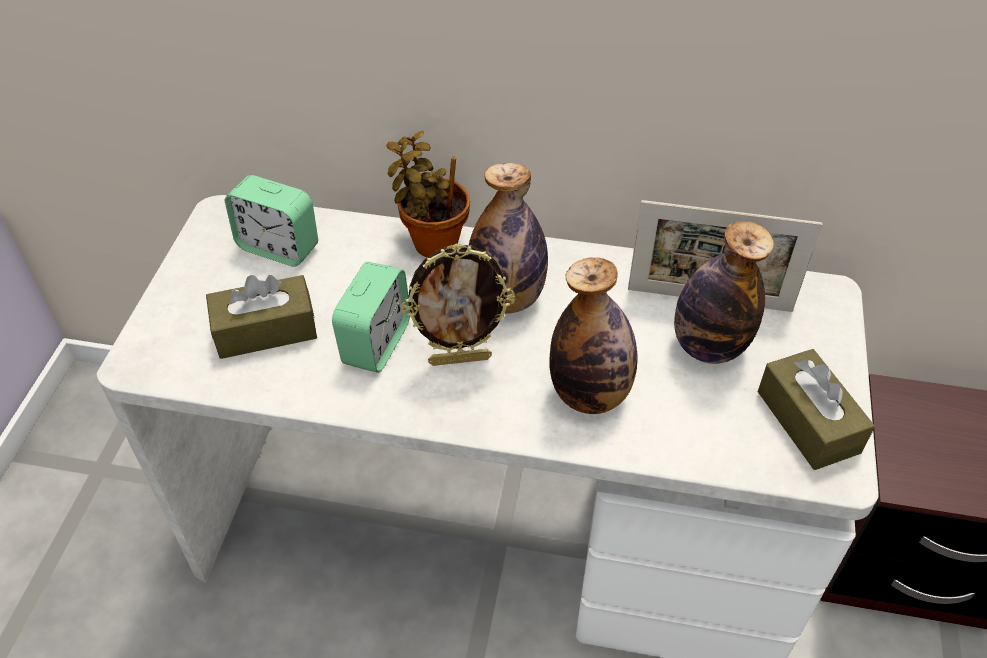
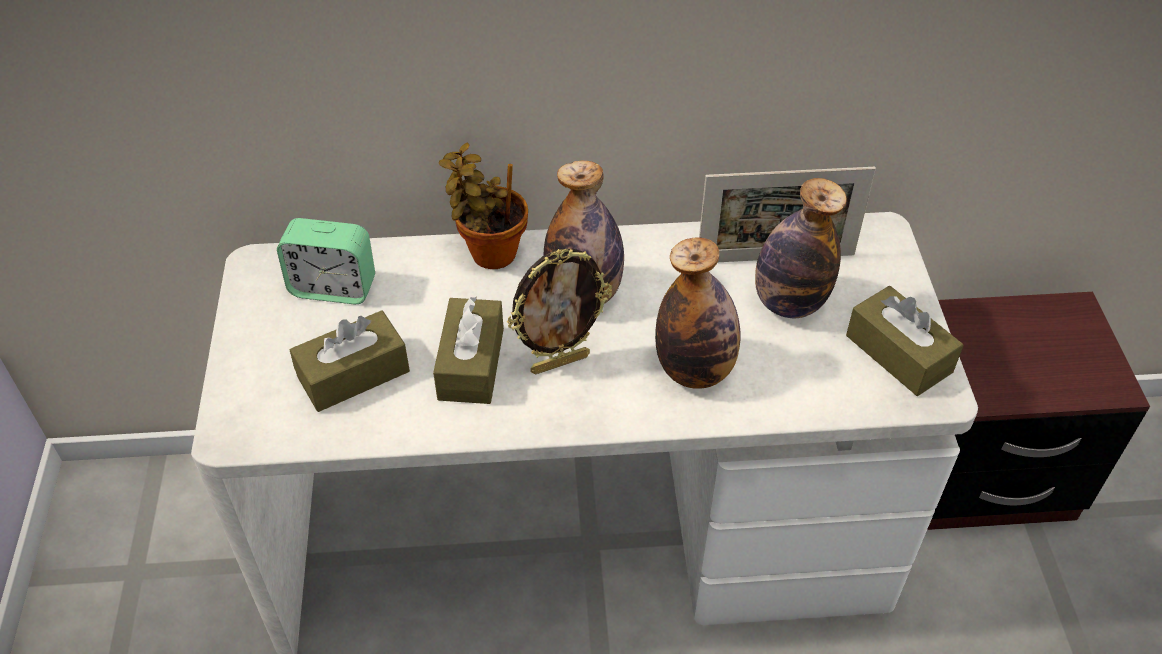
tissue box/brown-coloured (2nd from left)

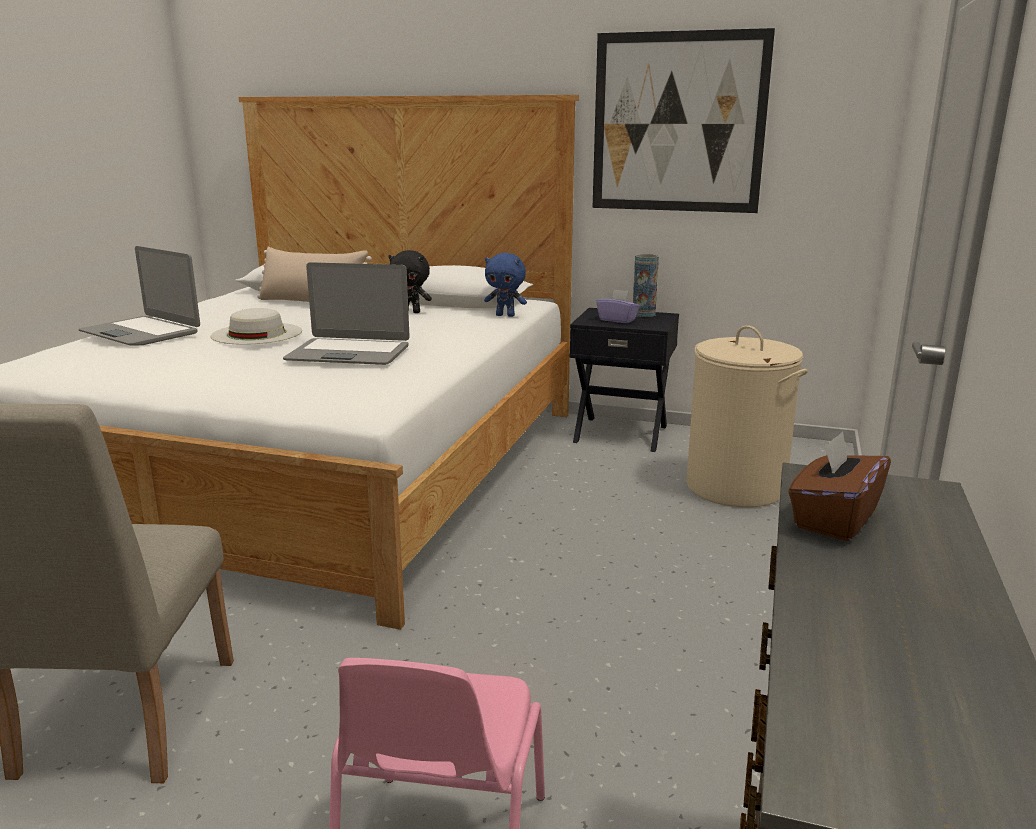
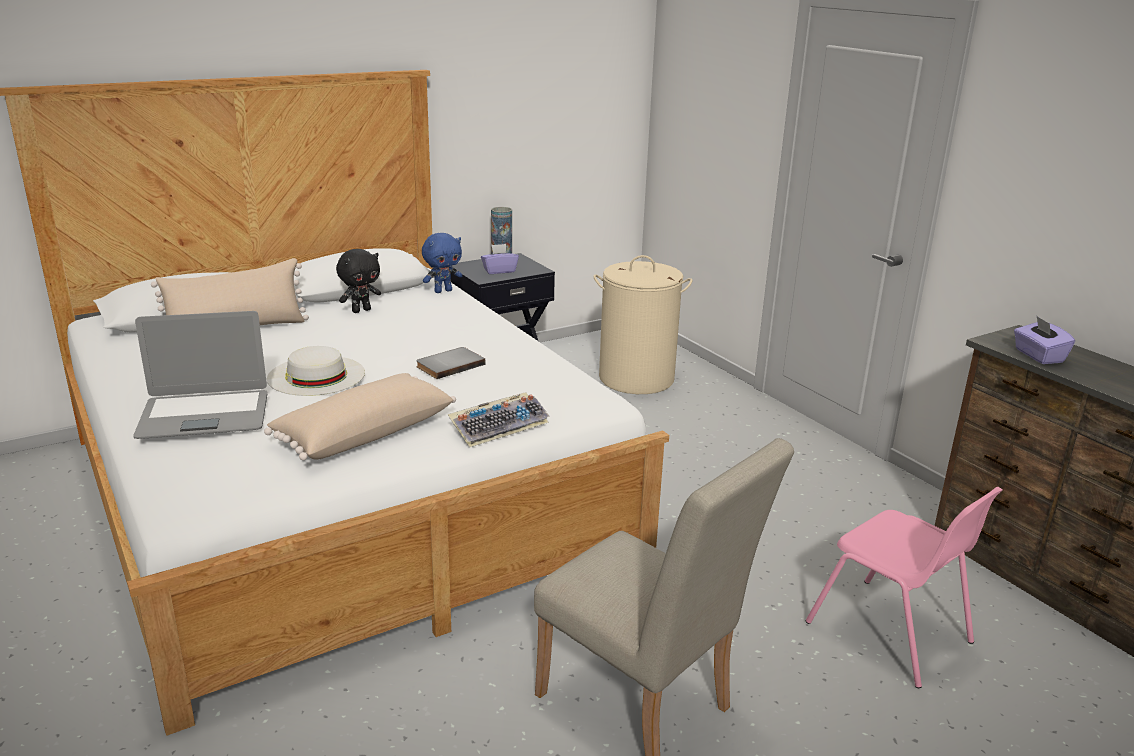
wall art
bound book/gray
tissue box/purplish (2nd from left)
pillow/sand-coloured (2nd from left)
keyboard

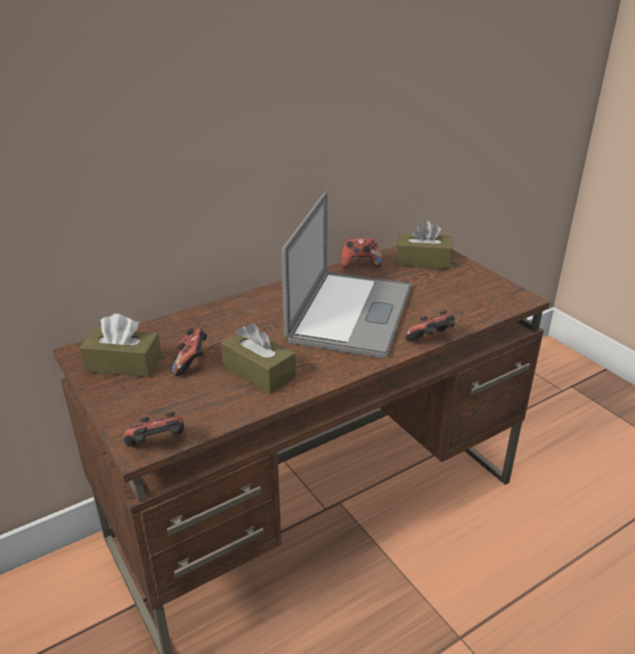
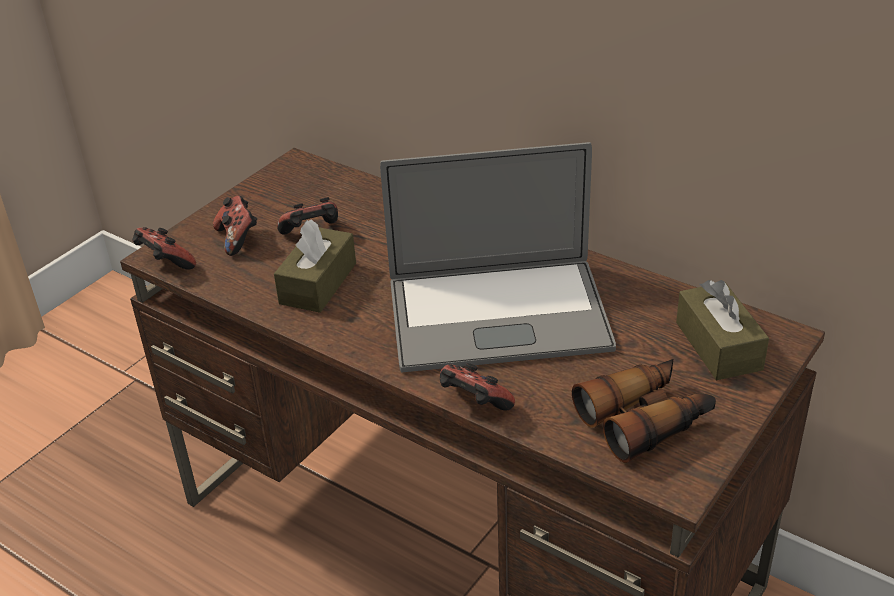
gamepad (2nd from left)
tissue box/brown-coloured (1st from left in the first image)
binoculars

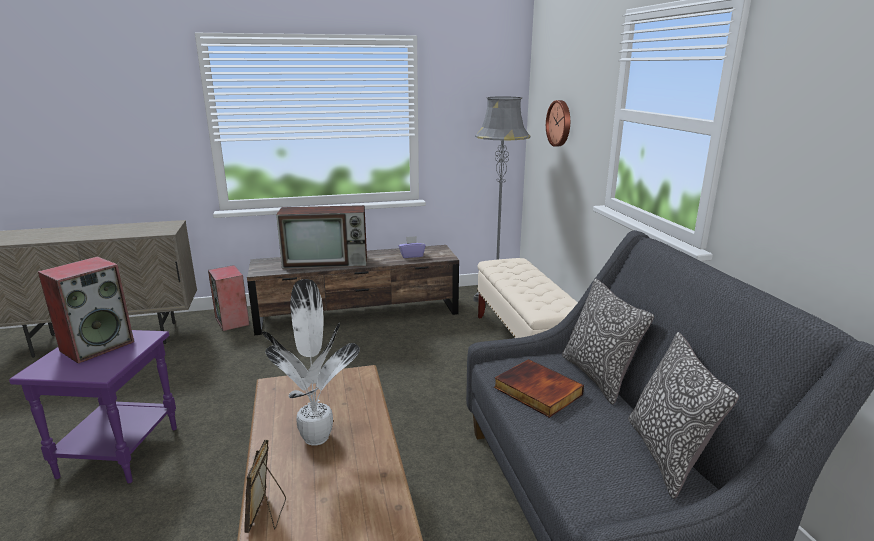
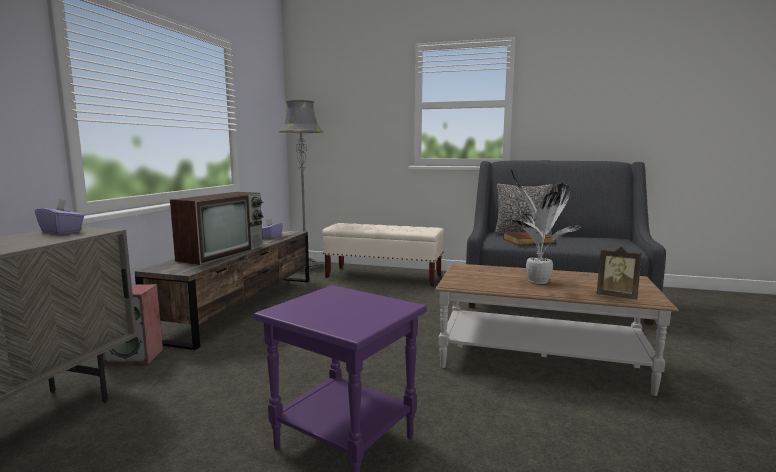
clock on the wall
speaker (1st from left in the first image)
pillow (2nd from left in the first image)
tissue box/purplish (1st from left)

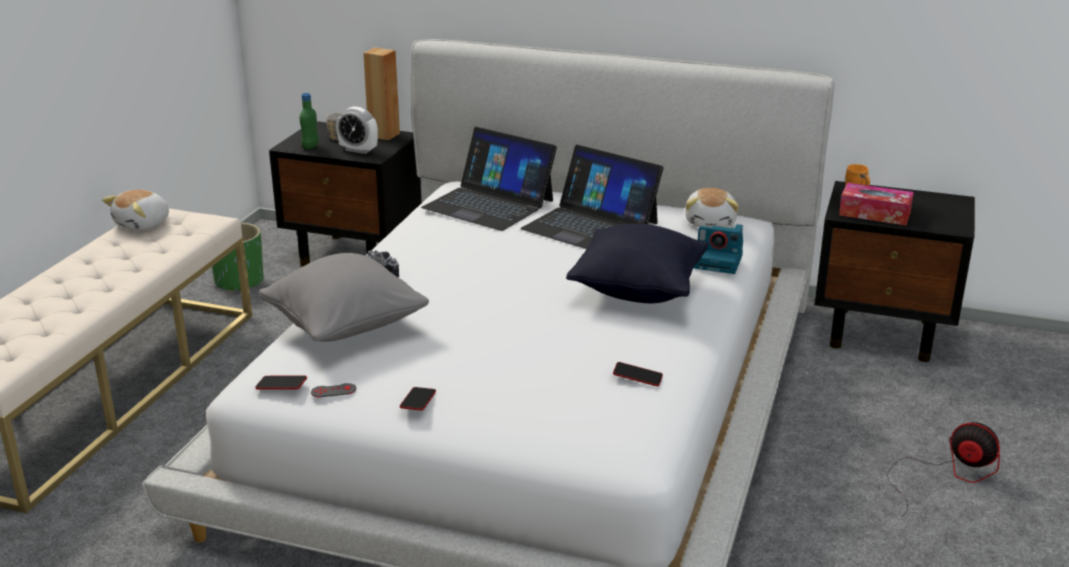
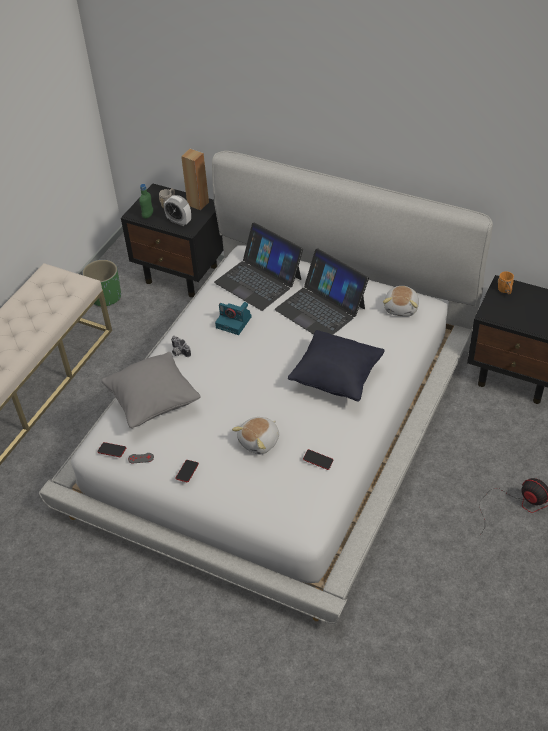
tissue box
soft toy (1st from left)
photo camera (2nd from left)

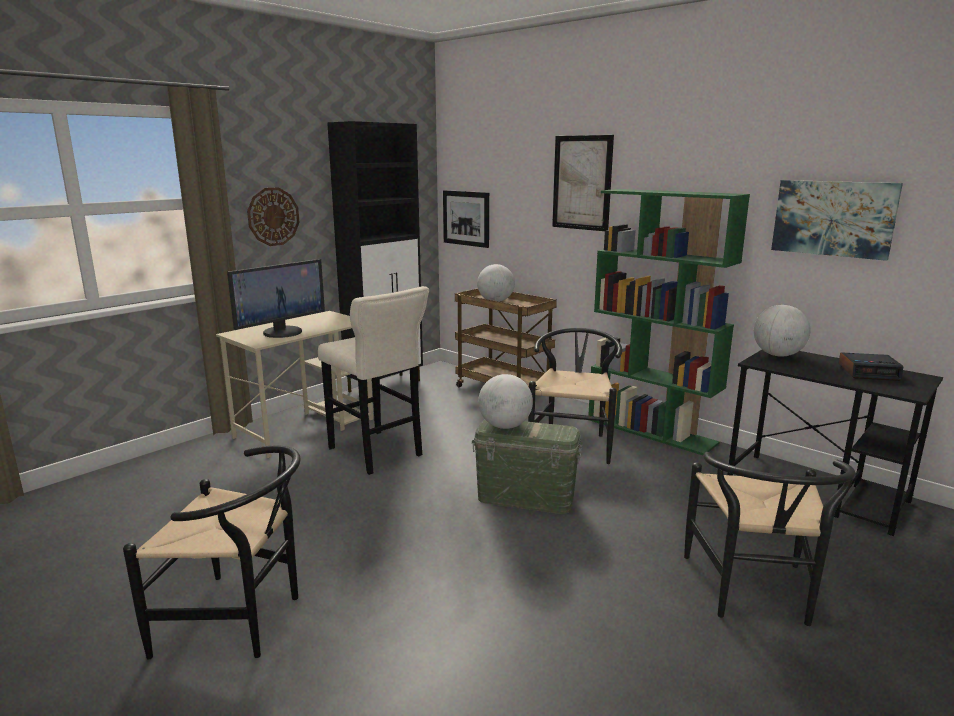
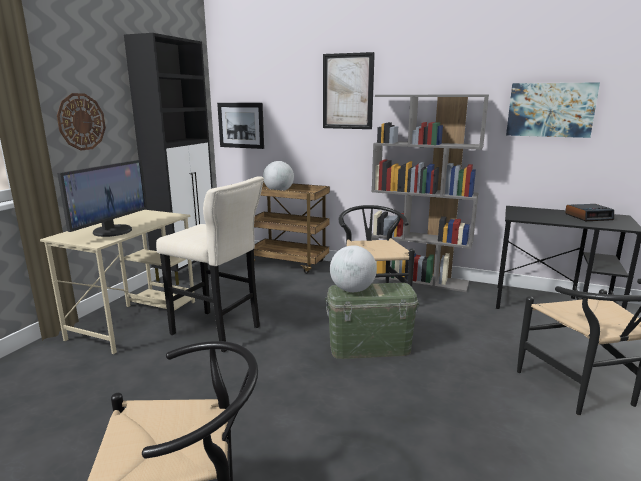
bookshelf/gray
globe (3rd from left in the first image)

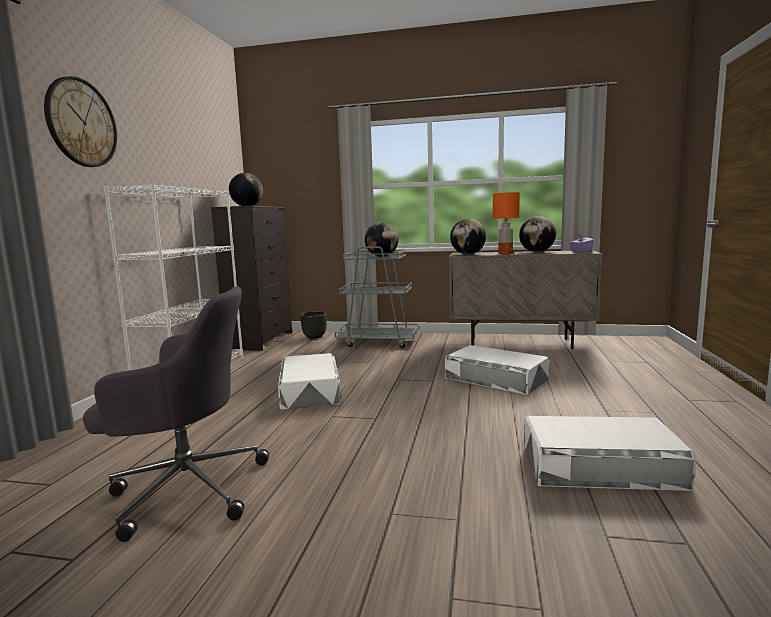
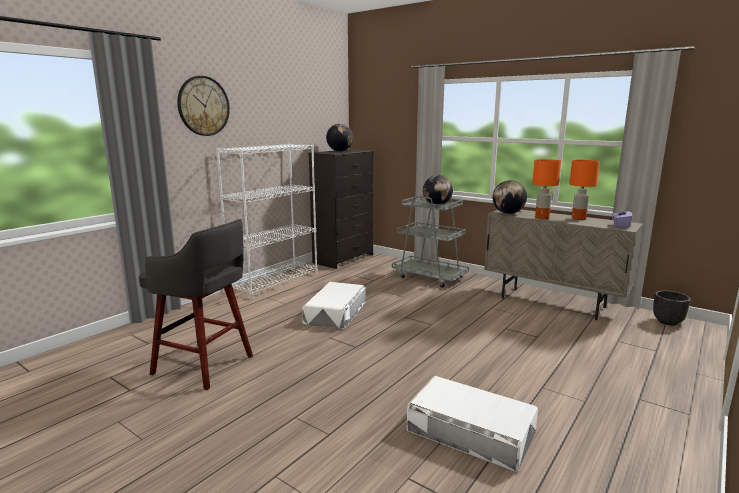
lamp for a table/orange (2nd from left)
stool seat/gray
planter/blackish
storage container/whitish (2nd from left in the first image)

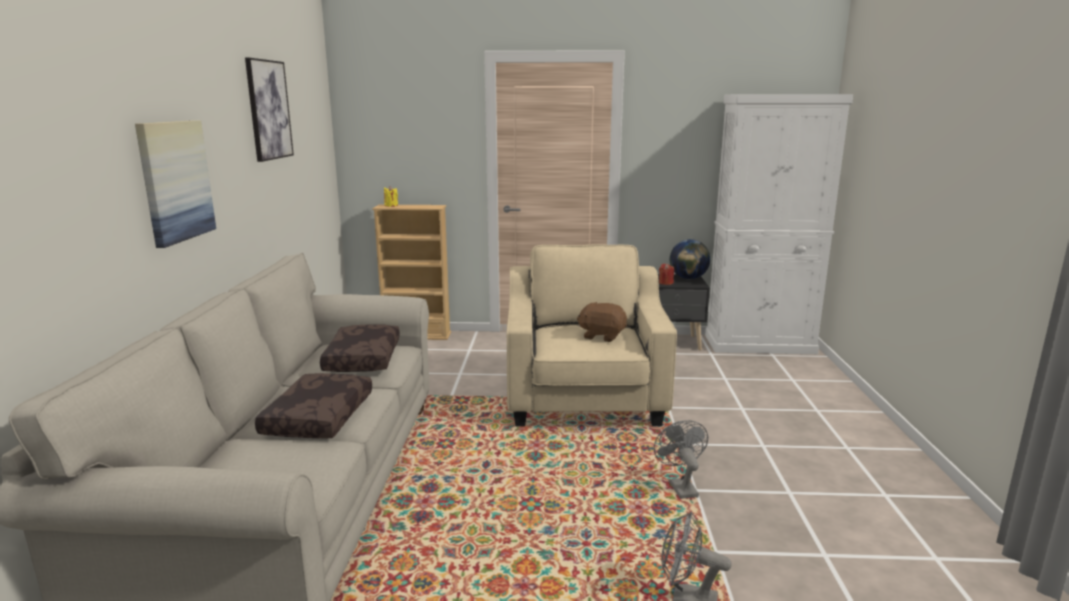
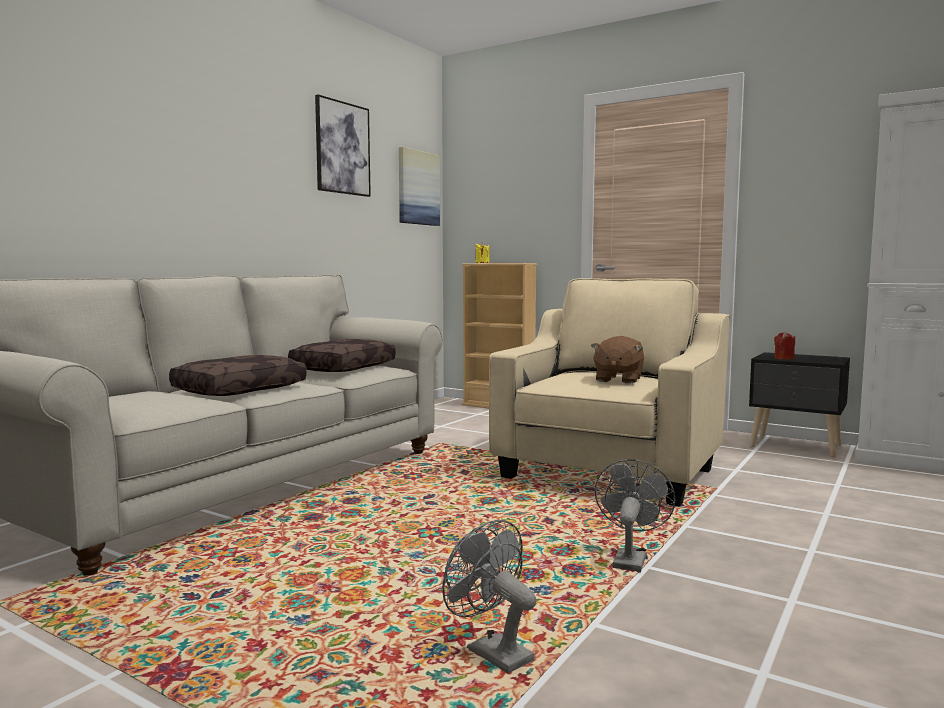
wall art (2nd from left)
globe
soft toy/brown-coloured

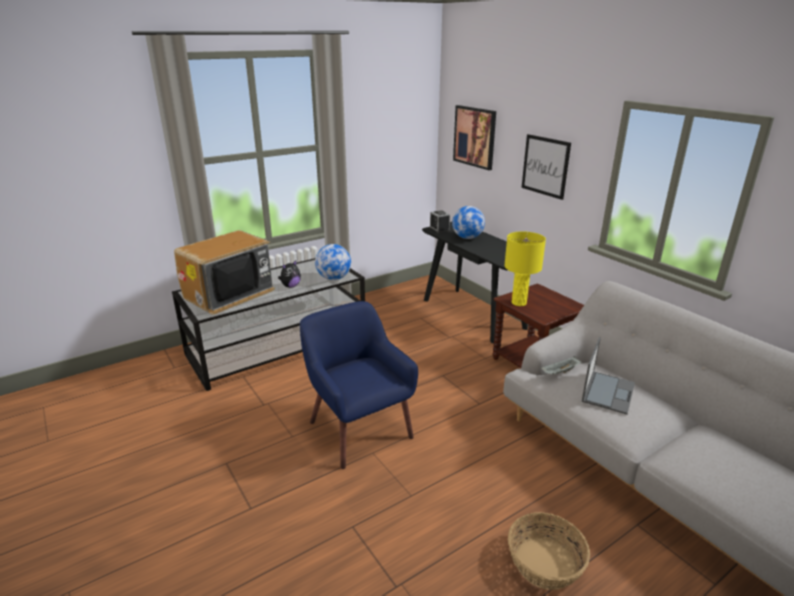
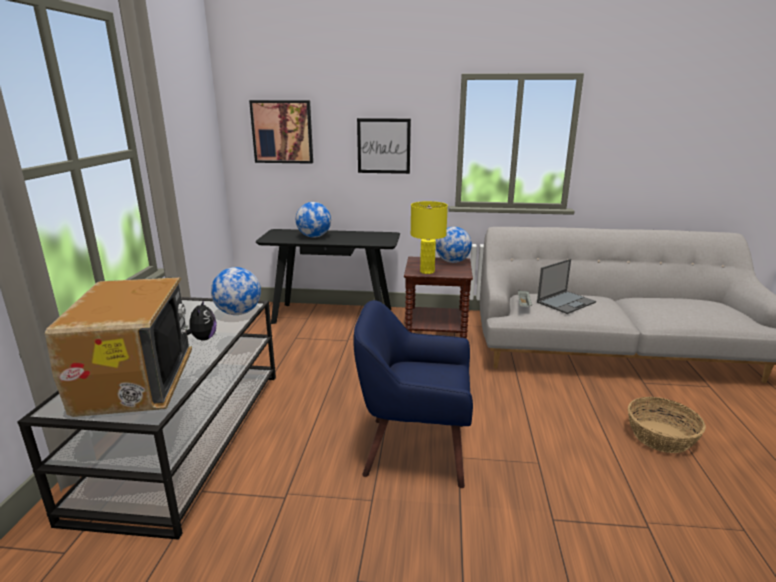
bedside clock
portable computer
globe (3rd from left)

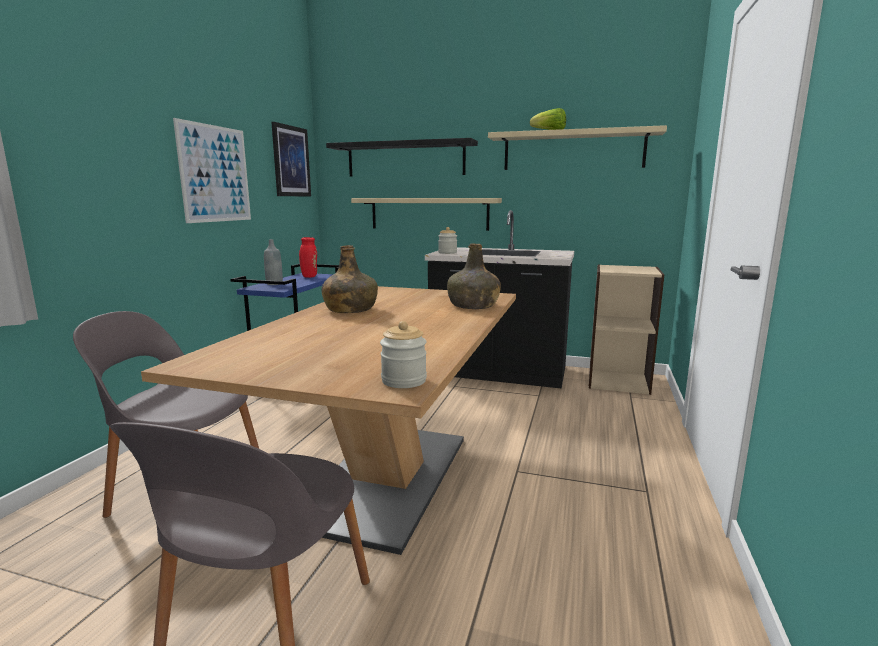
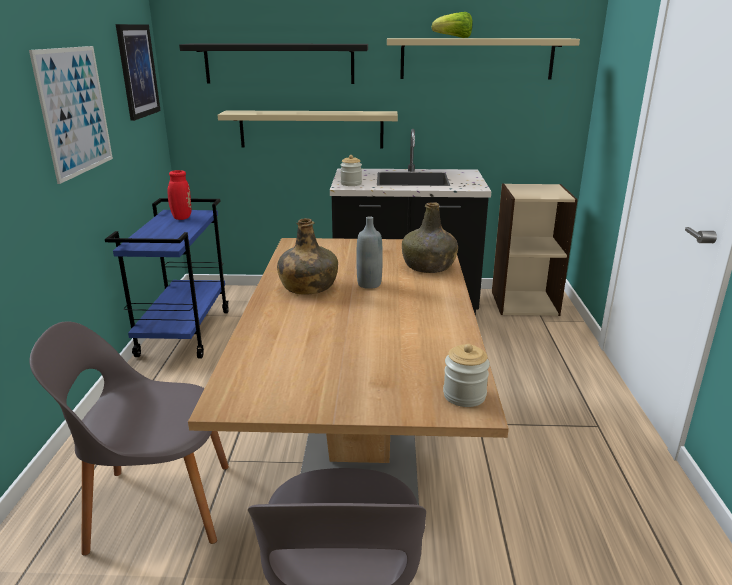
drink bottle/gray

